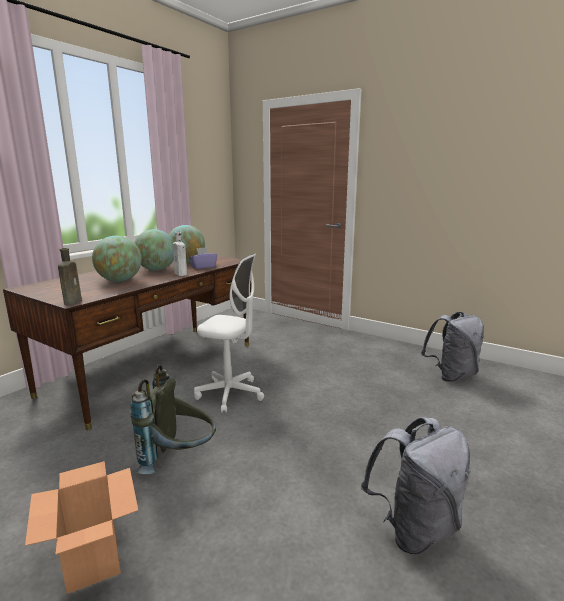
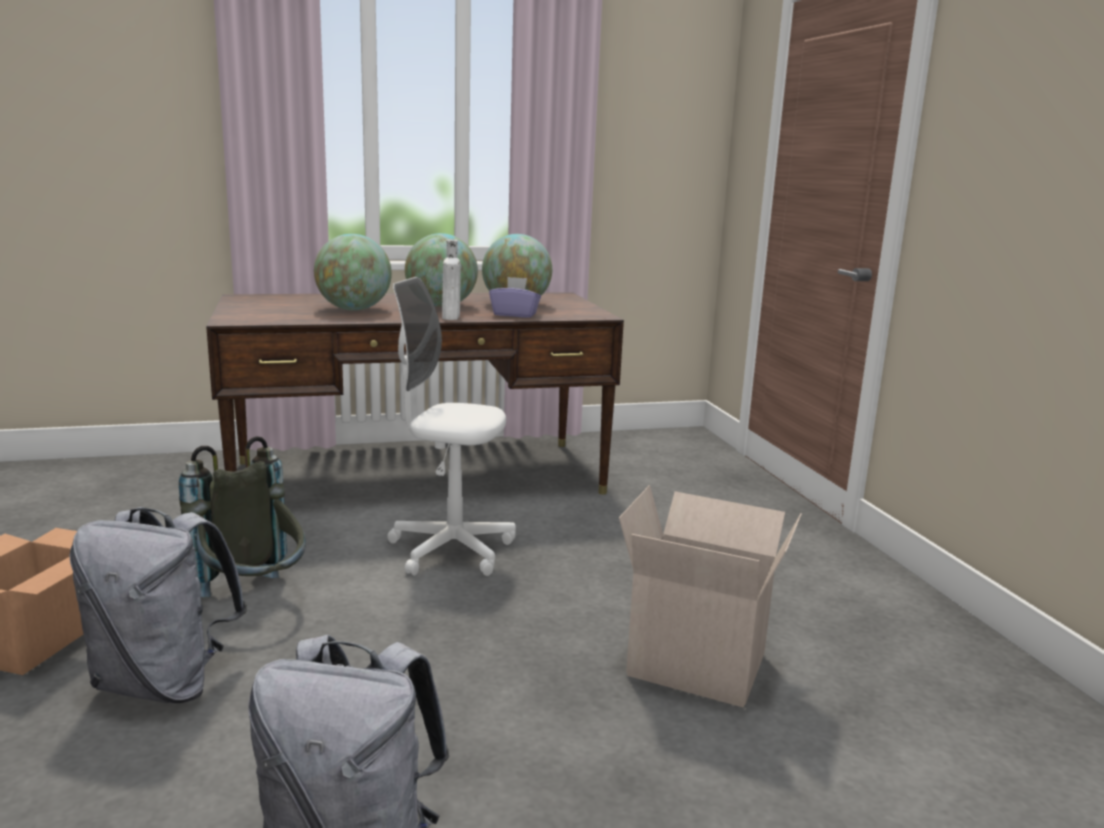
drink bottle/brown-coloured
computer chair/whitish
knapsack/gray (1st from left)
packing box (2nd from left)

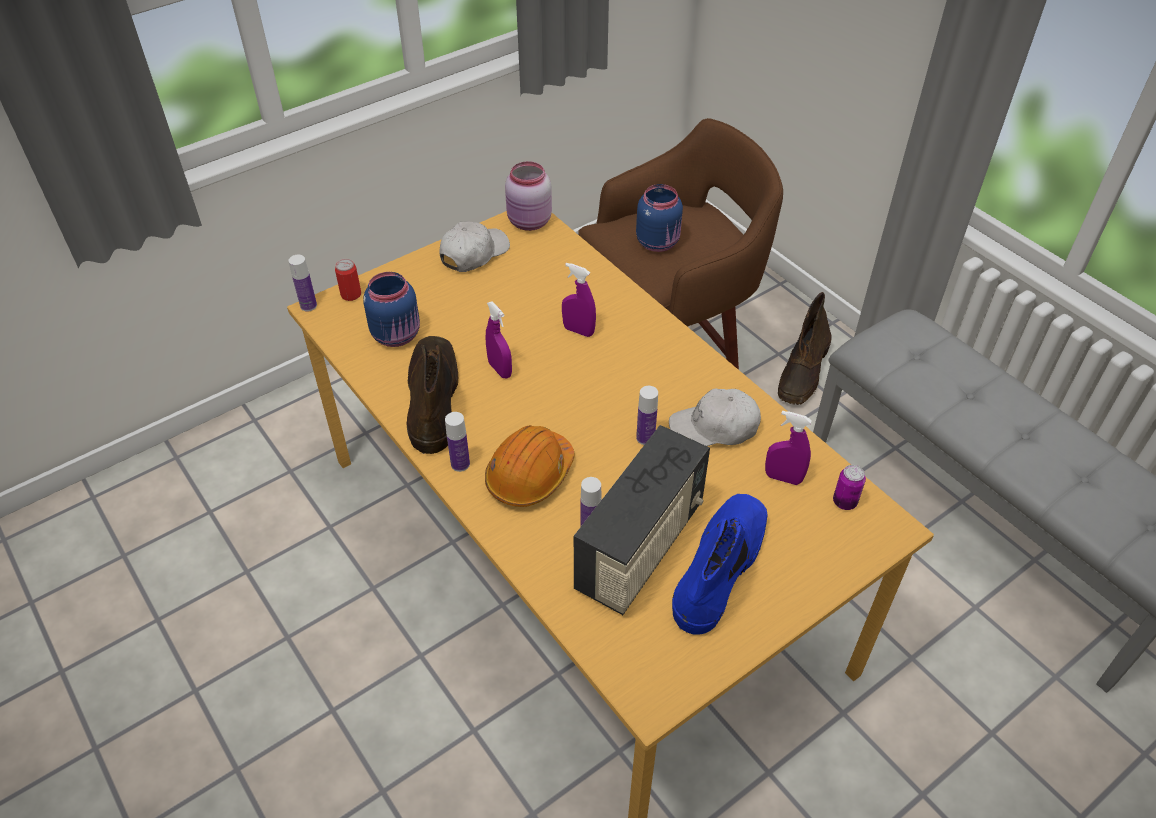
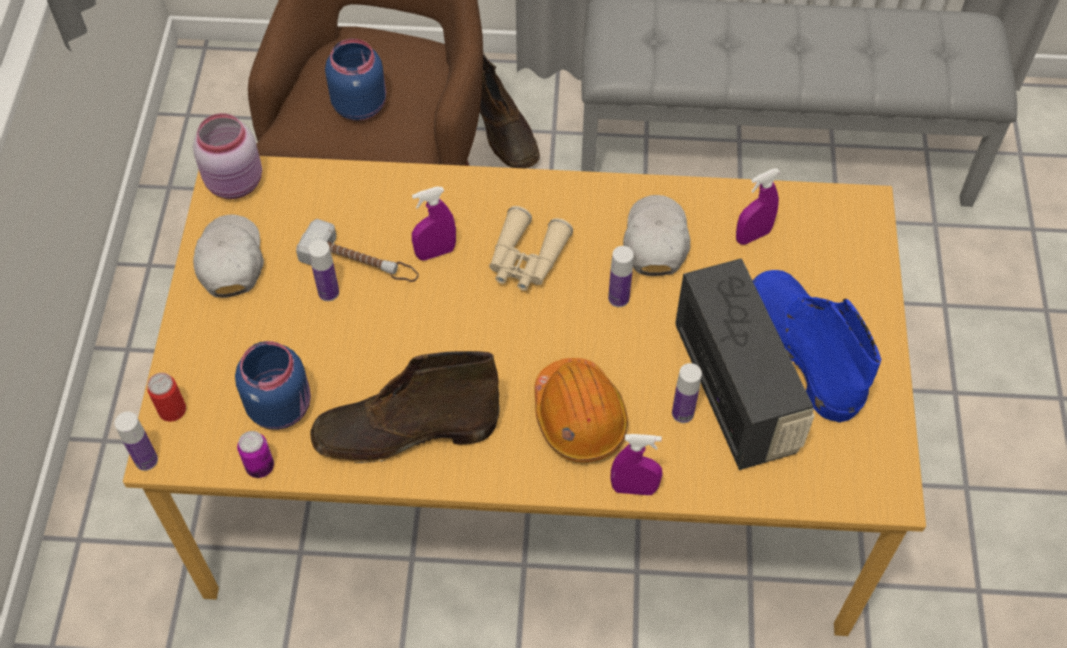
hand sprayer/purplish (2nd from left)
boot/brown-coloured (1st from left)
baseball cap/whitish (2nd from left)
drink bottle (2nd from left)
sealed can (2nd from left)
binoculars/sand-coloured
hand hammer

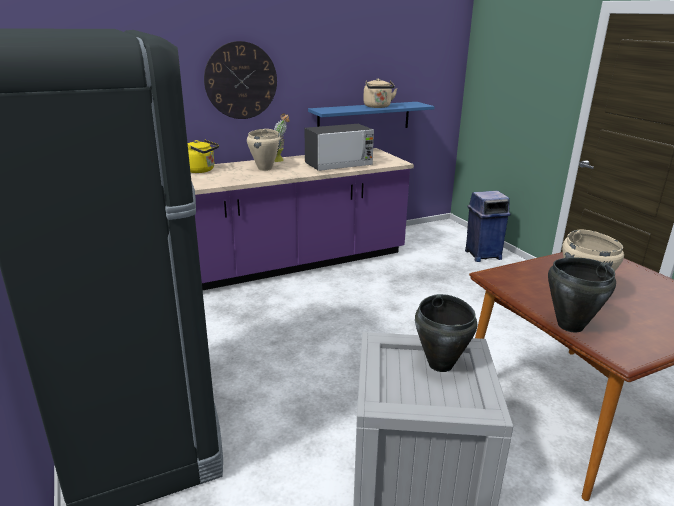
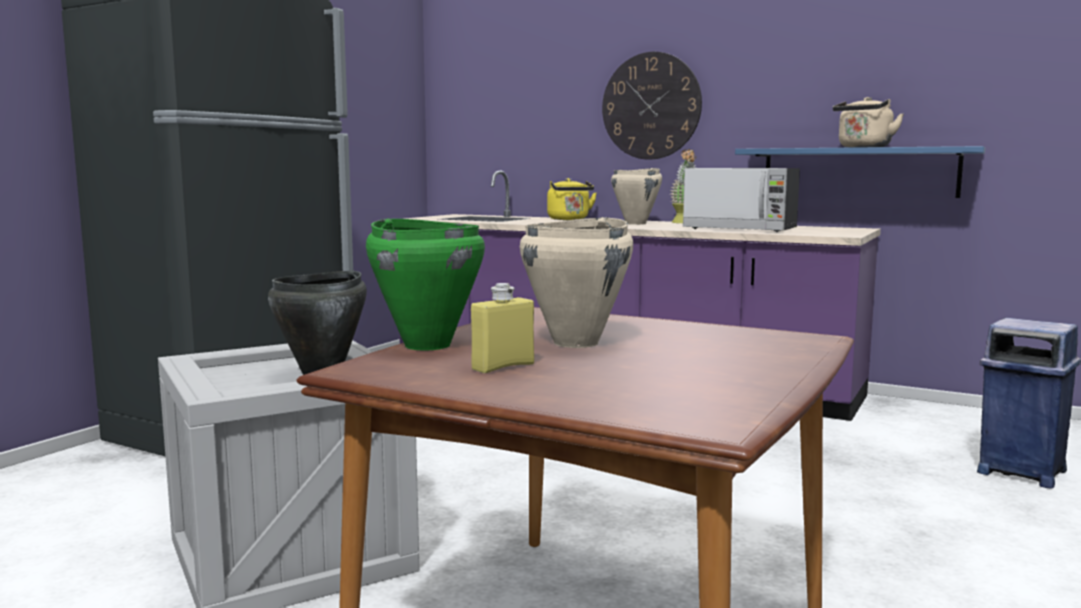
saucepot/green-coloured
drink bottle/yellow

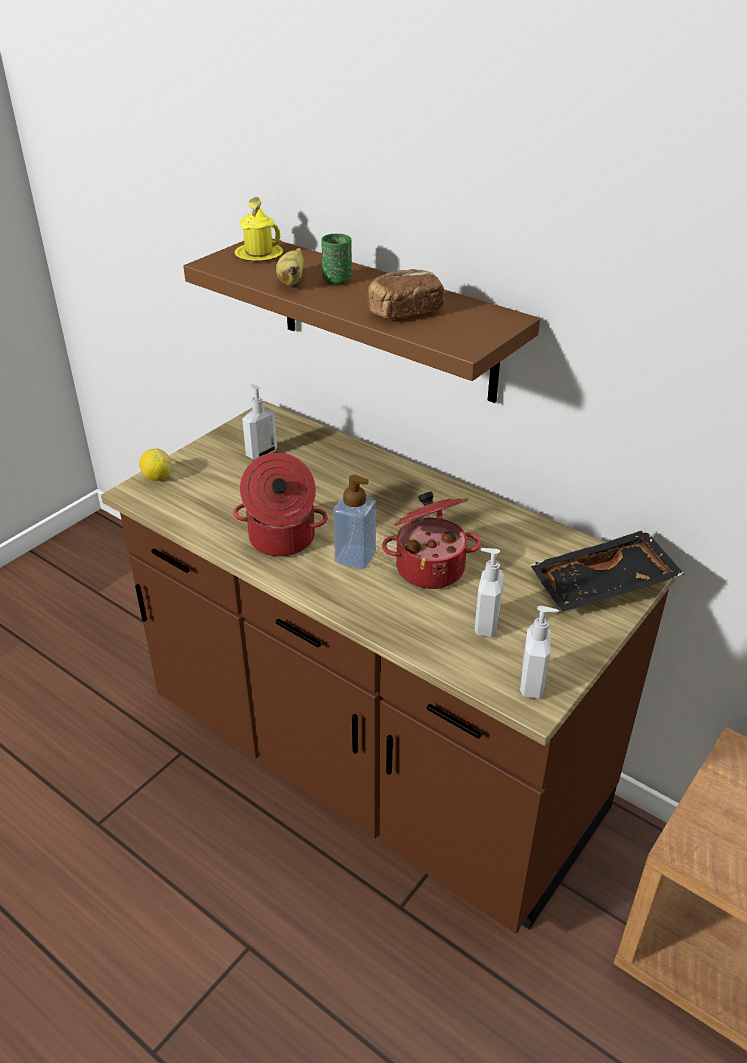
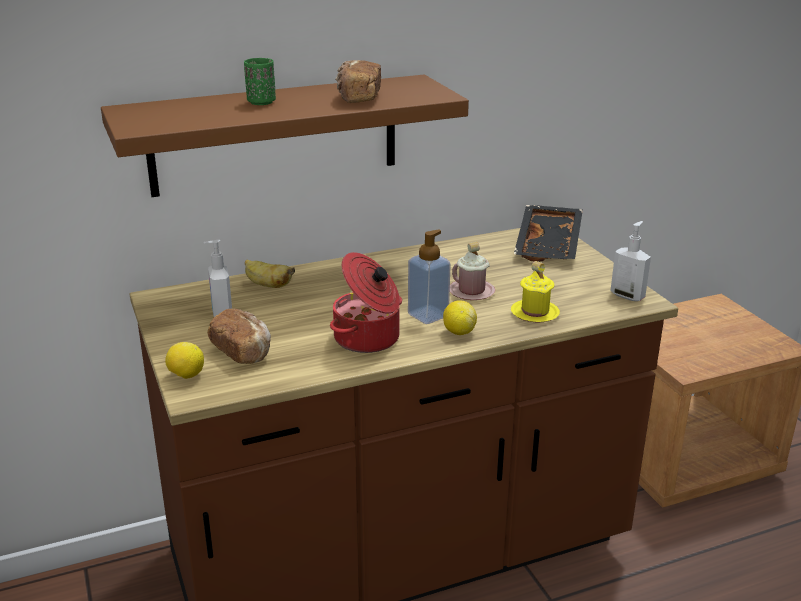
mug/yellow
banana fruit
mug/pink
soap dispenser (3rd from left in the first image)
lemon (2nd from left)
bread (1st from left)

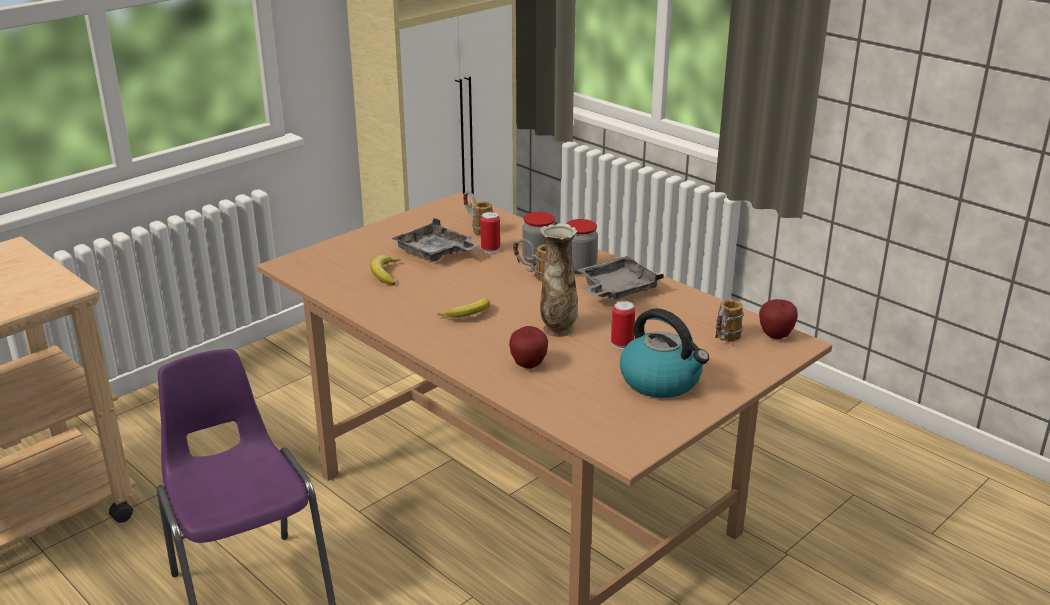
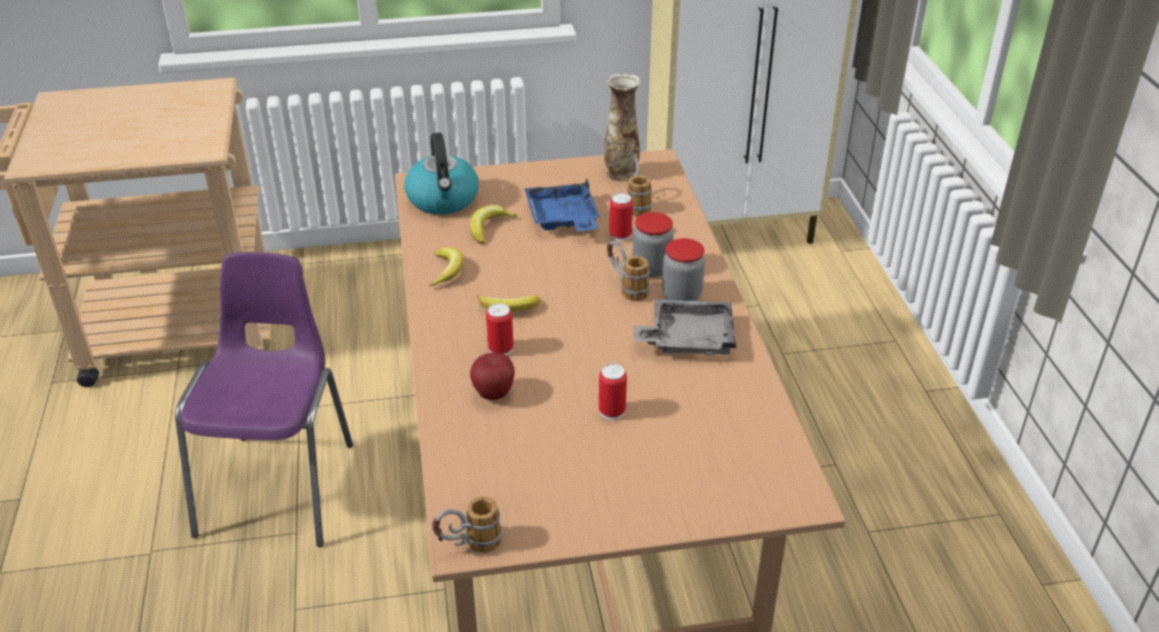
carrying tray/blue
decorative vase
mug (1st from left)
apple (2nd from left in the first image)
kettle
banana fruit (1st from left)
sealed can (1st from left)

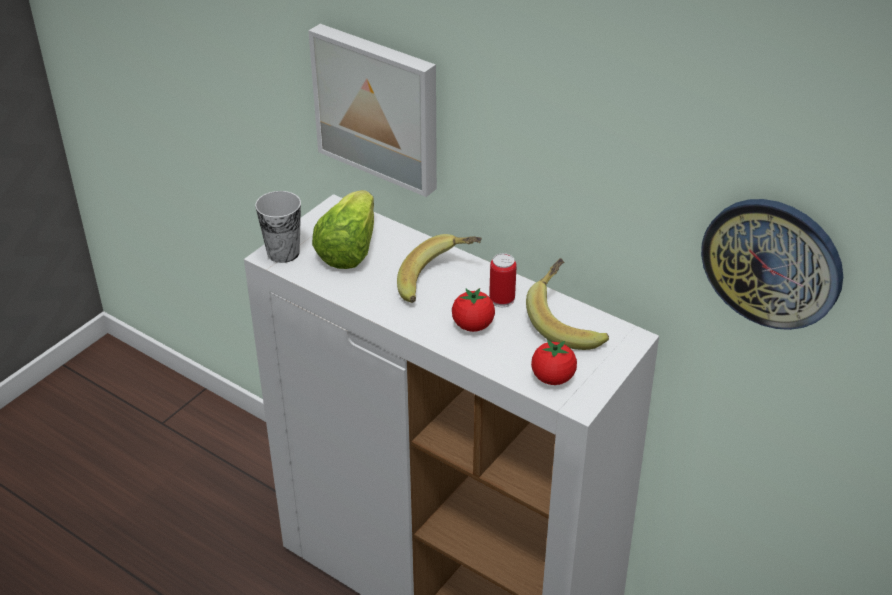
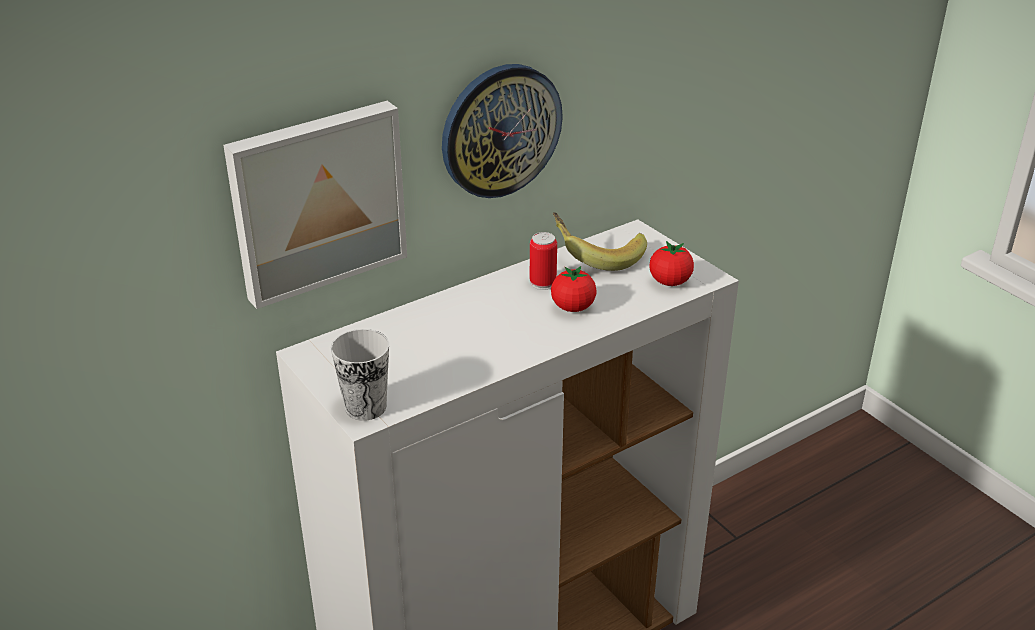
lettuce head
clock on the wall
banana fruit (1st from left in the first image)

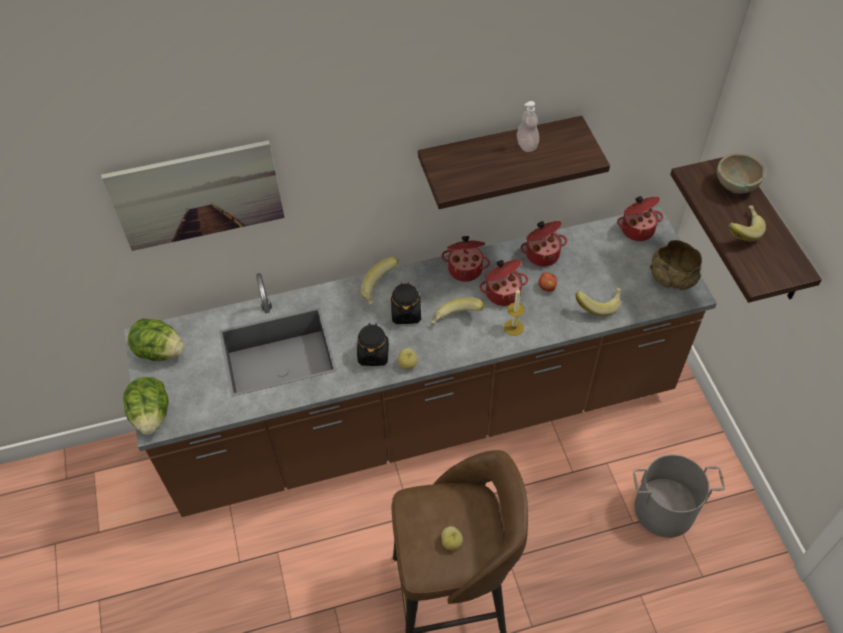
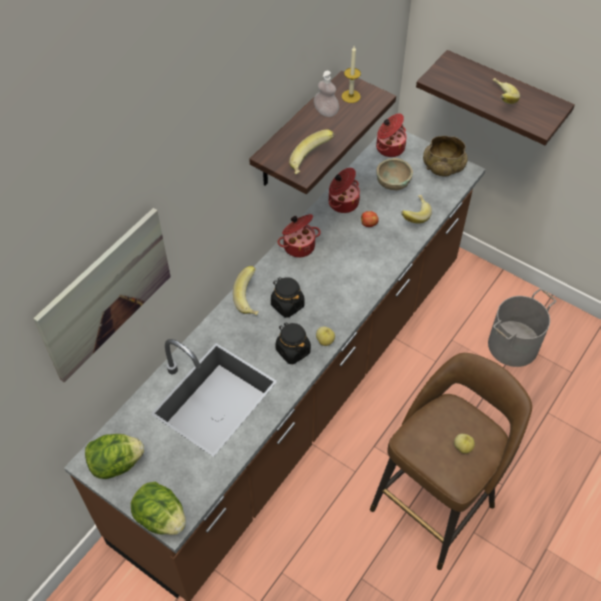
serving bowl/sand-coloured (1st from left)
saucepot (2nd from left in the first image)
candle
banana fruit (2nd from left)

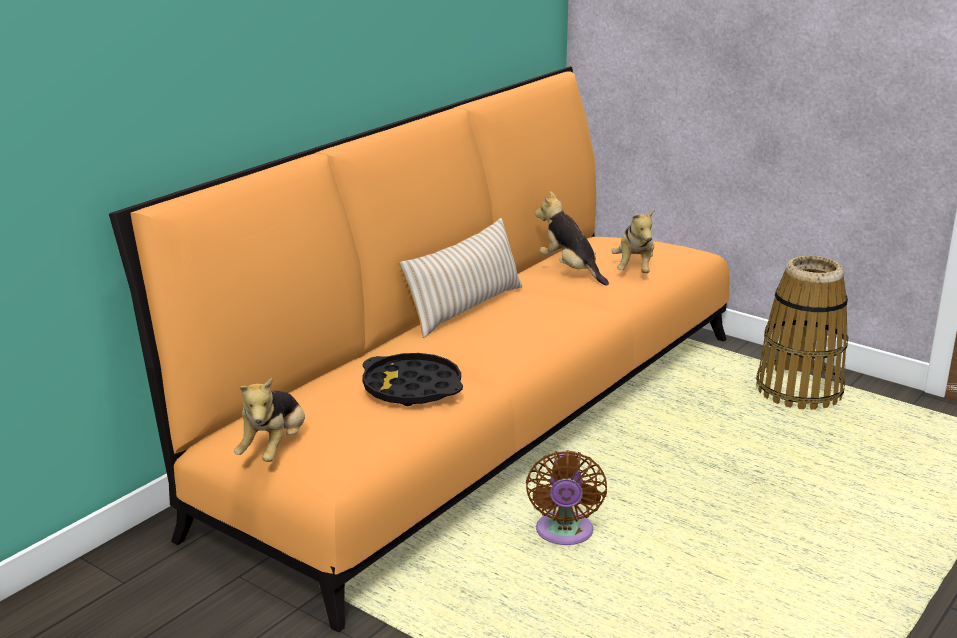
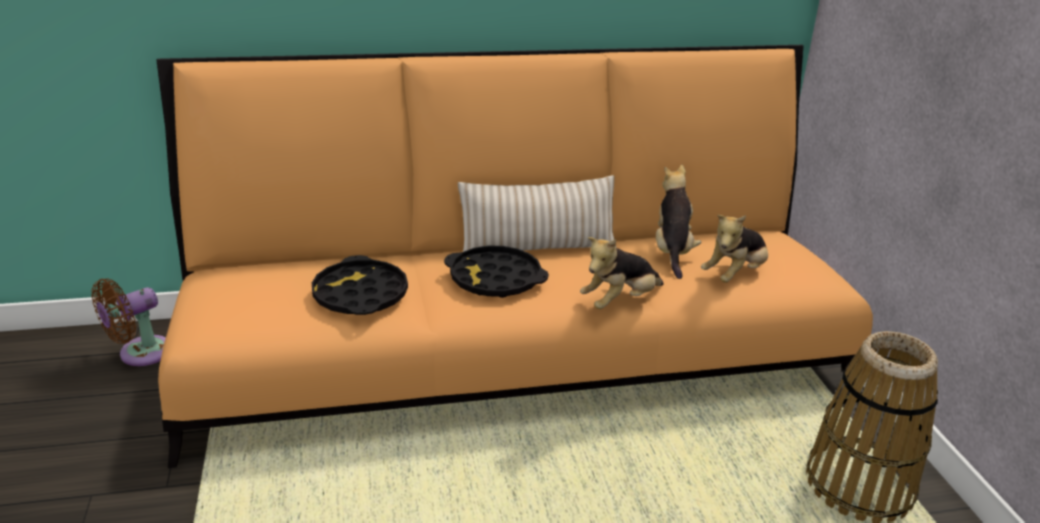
soft toy (1st from left)
electric fan/brown-coloured
carrying tray/blackish (2nd from left)

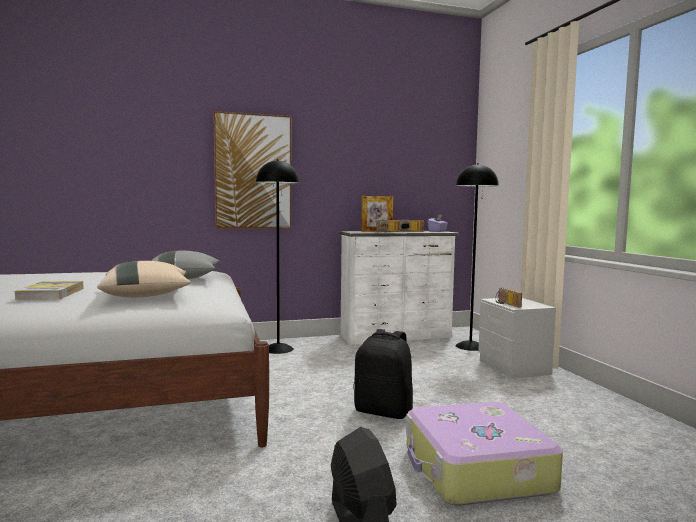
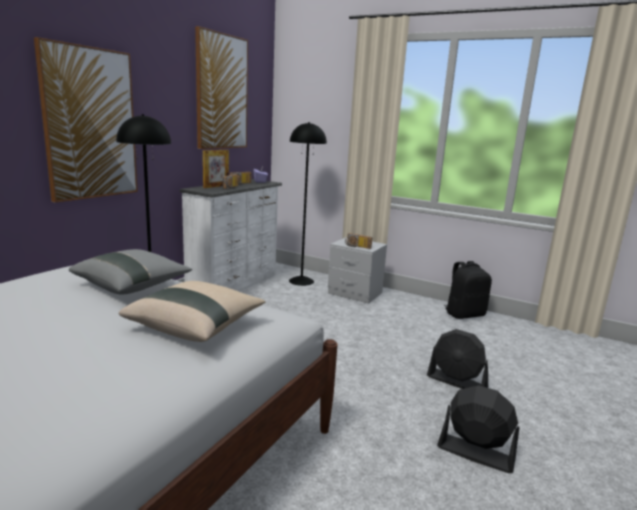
bound book
knapsack/blackish
electric fan/blackish (1st from left)
wall art (2nd from left)

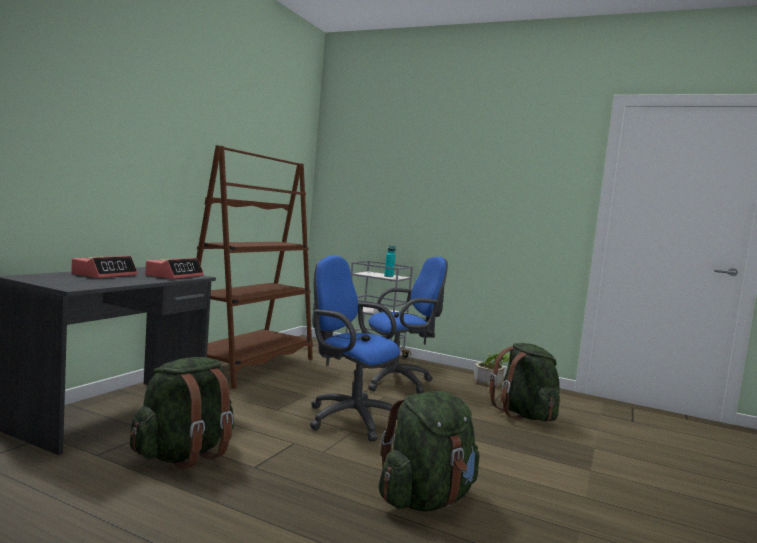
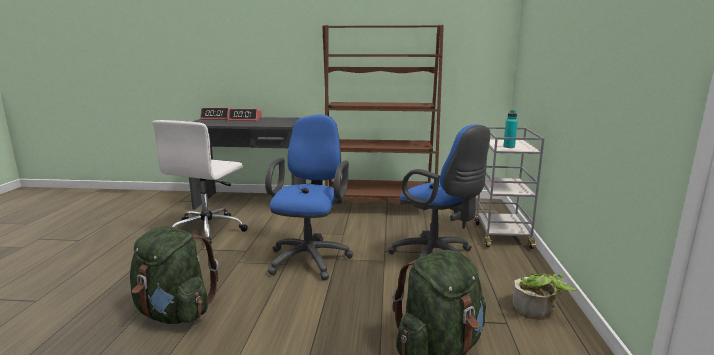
bedside clock (1st from left)
computer chair/whitish

